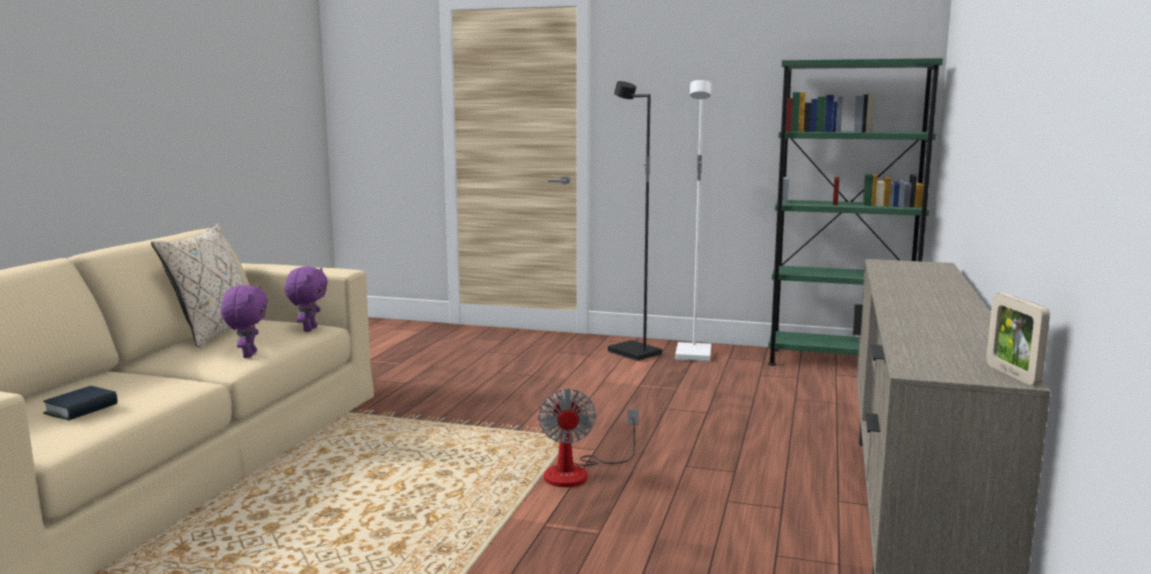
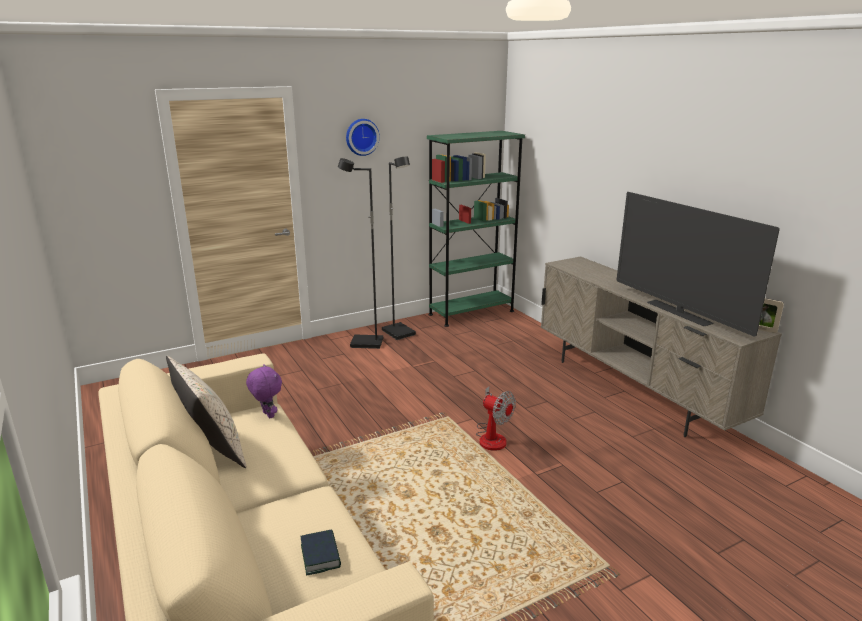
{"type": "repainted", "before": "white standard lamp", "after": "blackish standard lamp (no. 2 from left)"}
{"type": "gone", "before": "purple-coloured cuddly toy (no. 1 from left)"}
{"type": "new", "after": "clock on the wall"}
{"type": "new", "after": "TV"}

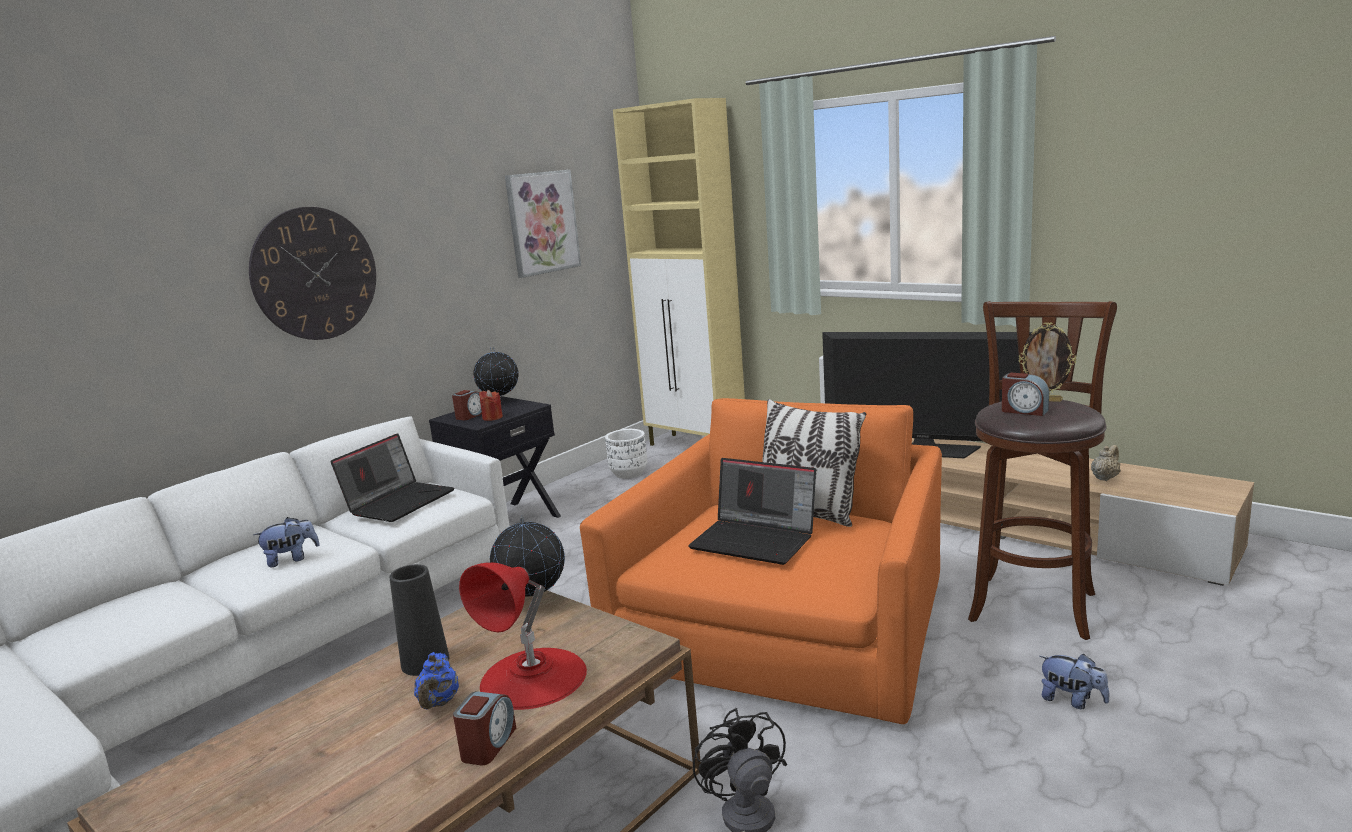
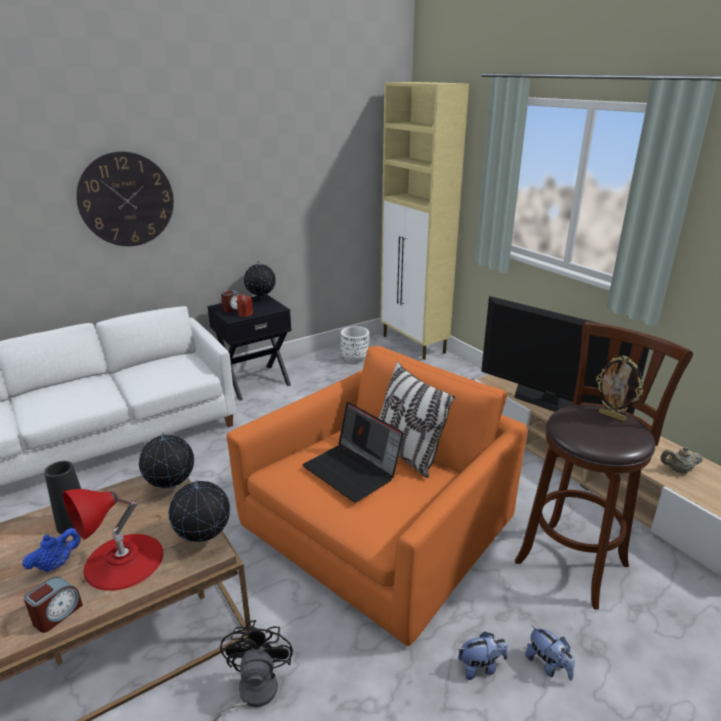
{"type": "gone", "before": "wall picture"}
{"type": "gone", "before": "table clock (no. 3 from left)"}
{"type": "gone", "before": "notebook computer (no. 1 from left)"}
{"type": "rotated", "before": "beige-coloured pot for tea", "turn": -150}
{"type": "shifted", "before": "cuddly toy (no. 1 from left)"}
{"type": "rotated", "before": "bluish pot for tea", "turn": -150}
{"type": "new", "after": "globe (no. 2 from left)"}

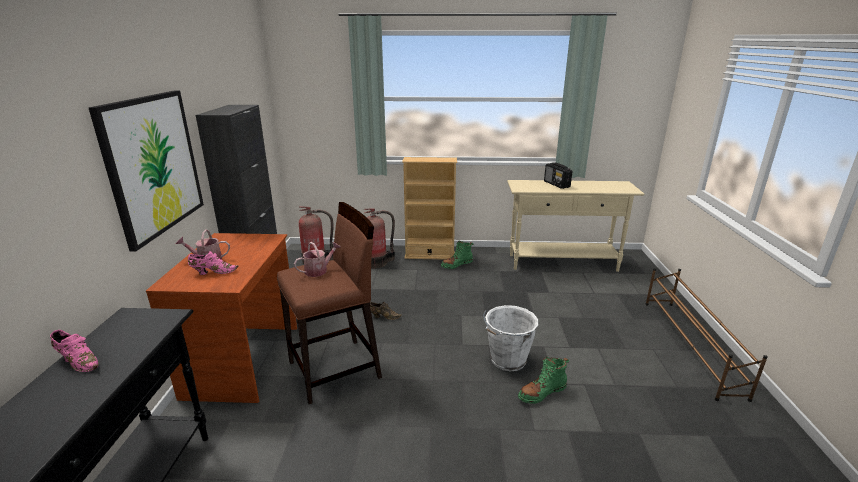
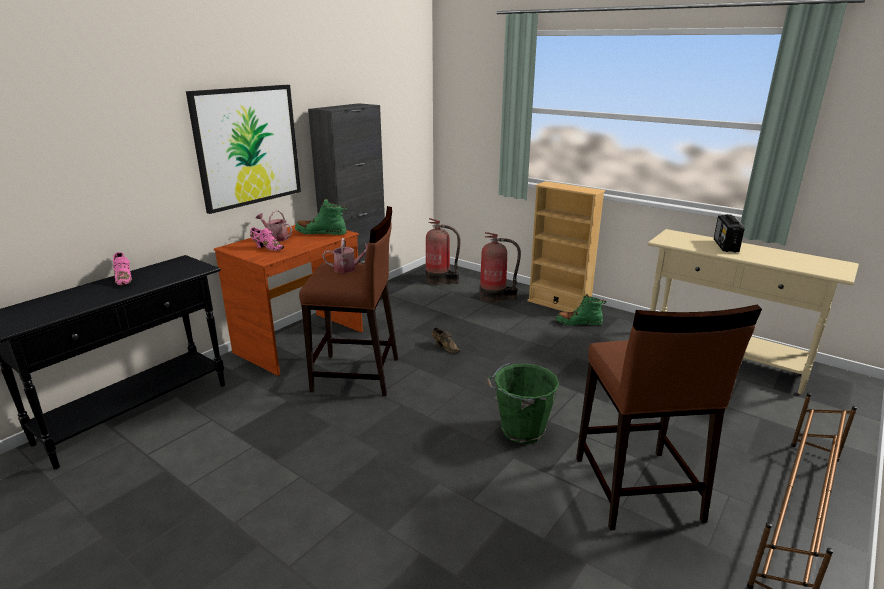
{"type": "repainted", "before": "white pail", "after": "green-coloured pail"}
{"type": "shifted", "before": "green-coloured high-top boot (no. 2 from left in the first image)", "after": "green-coloured high-top boot (no. 1 from left)"}
{"type": "new", "after": "brown-coloured stool seat (no. 2 from left)"}

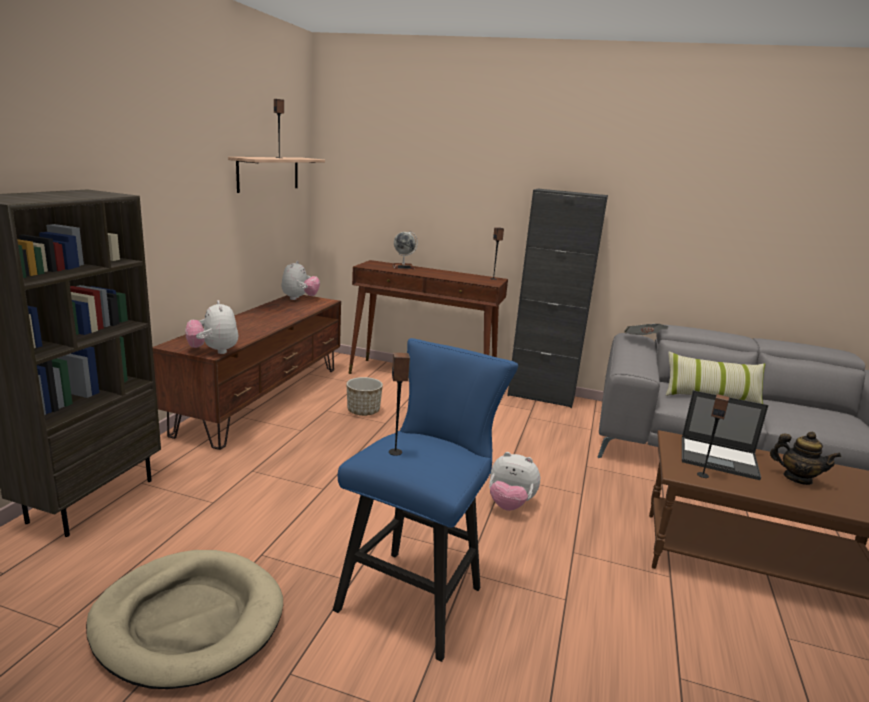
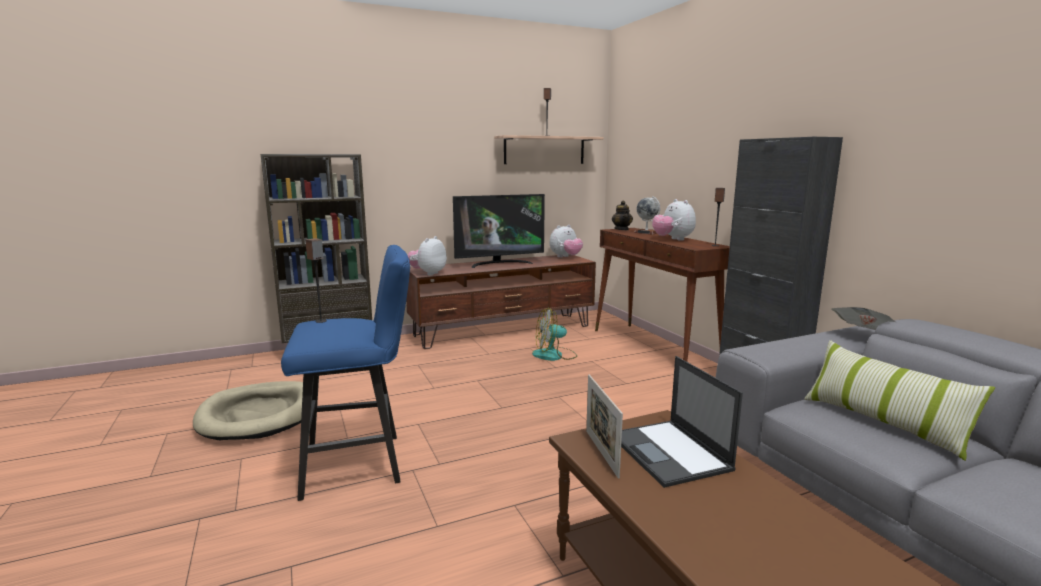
{"type": "swapped", "before": "planter", "after": "electric fan"}
{"type": "swapped", "before": "loudspeaker (no. 4 from left)", "after": "photo frame"}
{"type": "shifted", "before": "pot for tea"}
{"type": "shifted", "before": "cuddly toy (no. 3 from left)"}
{"type": "new", "after": "TV"}

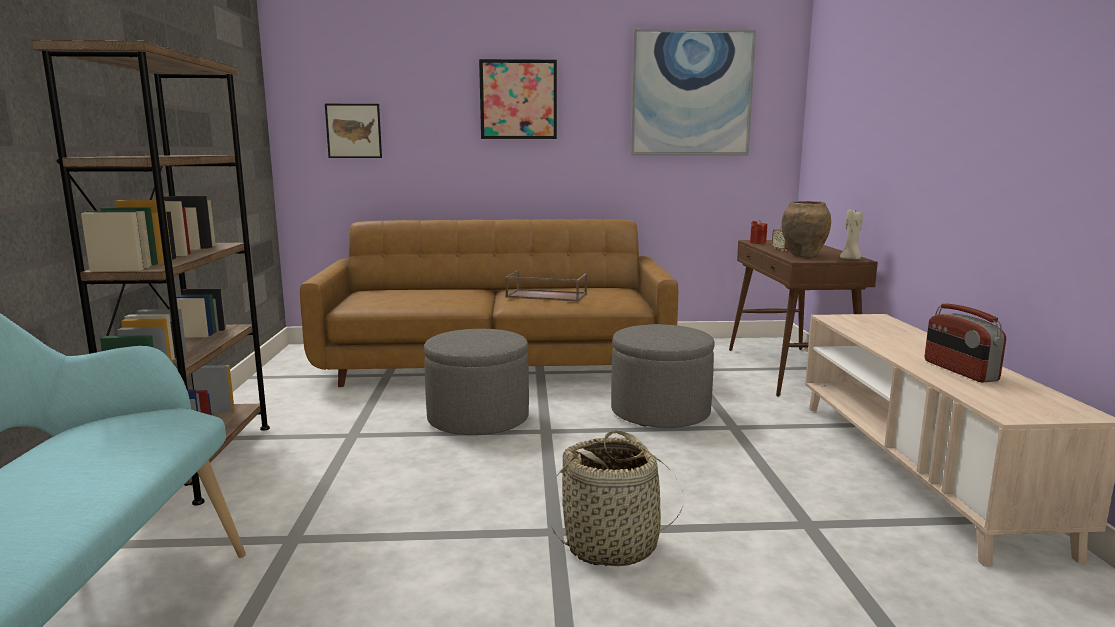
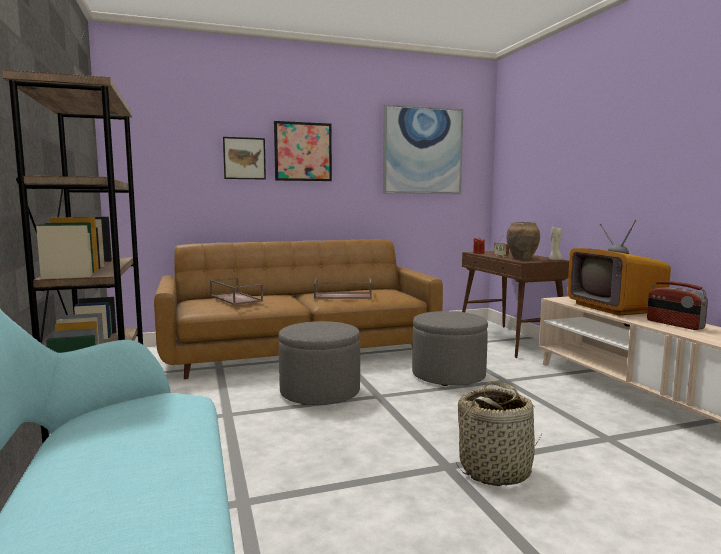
{"type": "shifted", "before": "wall picture (no. 1 from left)"}
{"type": "new", "after": "TV"}
{"type": "new", "after": "brown-coloured serving tray (no. 1 from left)"}

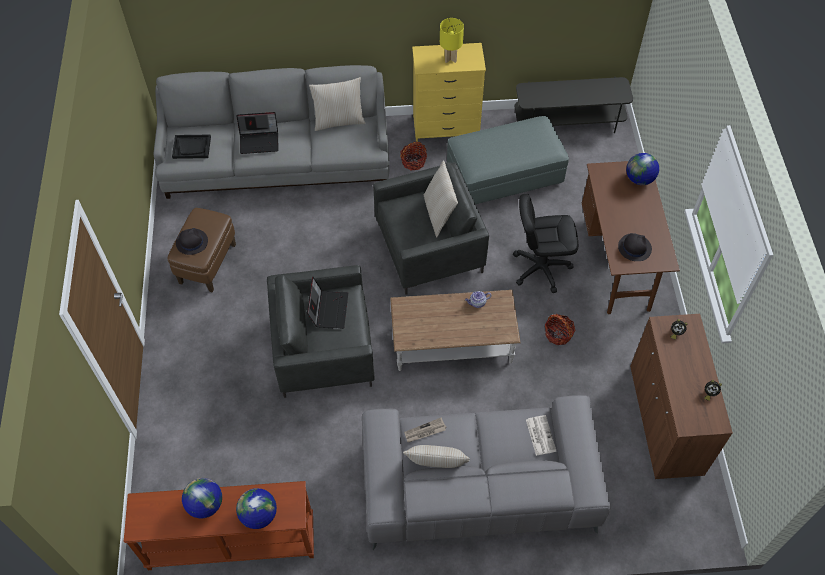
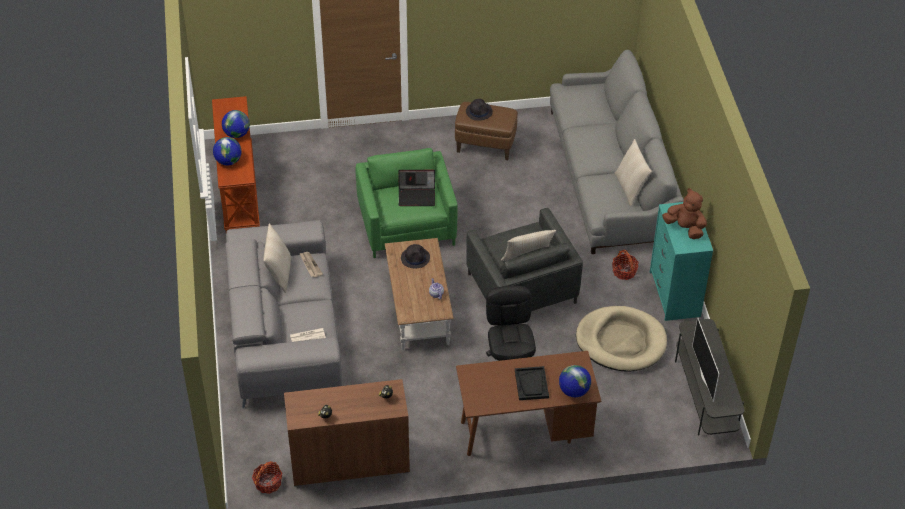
{"type": "swapped", "before": "yellow-coloured table lamp", "after": "brown-coloured cuddly toy"}
{"type": "repainted", "before": "yellow-coloured chest of drawers", "after": "blue-green chest of drawers"}
{"type": "gone", "before": "notebook computer (no. 1 from left)"}
{"type": "swapped", "before": "grey pouffe", "after": "beige-coloured dog cushion"}
{"type": "shifted", "before": "blackish serving tray"}
{"type": "shifted", "before": "blackish wearable hat (no. 2 from left in the first image)", "after": "blackish wearable hat (no. 1 from left)"}
{"type": "repainted", "before": "grey armchair (no. 1 from left)", "after": "green-coloured armchair"}
{"type": "shifted", "before": "storage basket (no. 2 from left in the first image)", "after": "storage basket (no. 1 from left)"}
{"type": "new", "after": "TV"}

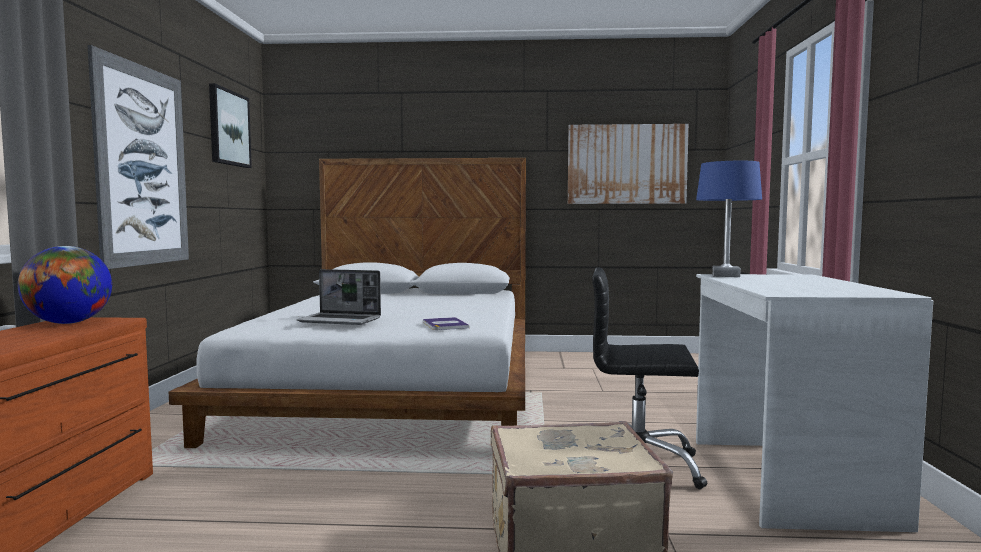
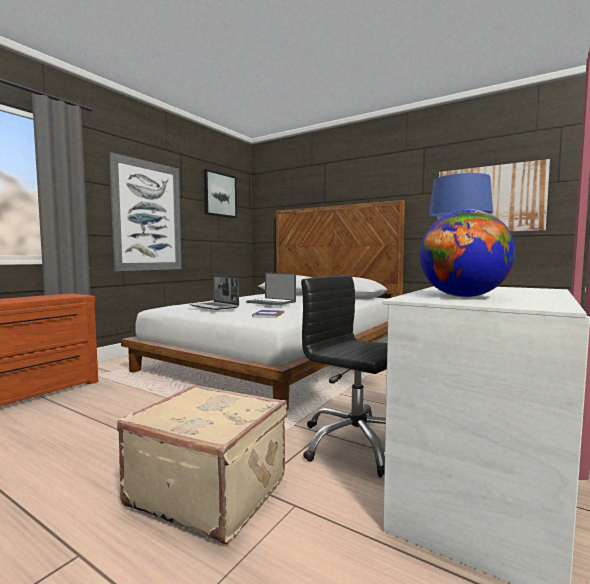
{"type": "shifted", "before": "globe"}
{"type": "new", "after": "notebook computer (no. 2 from left)"}

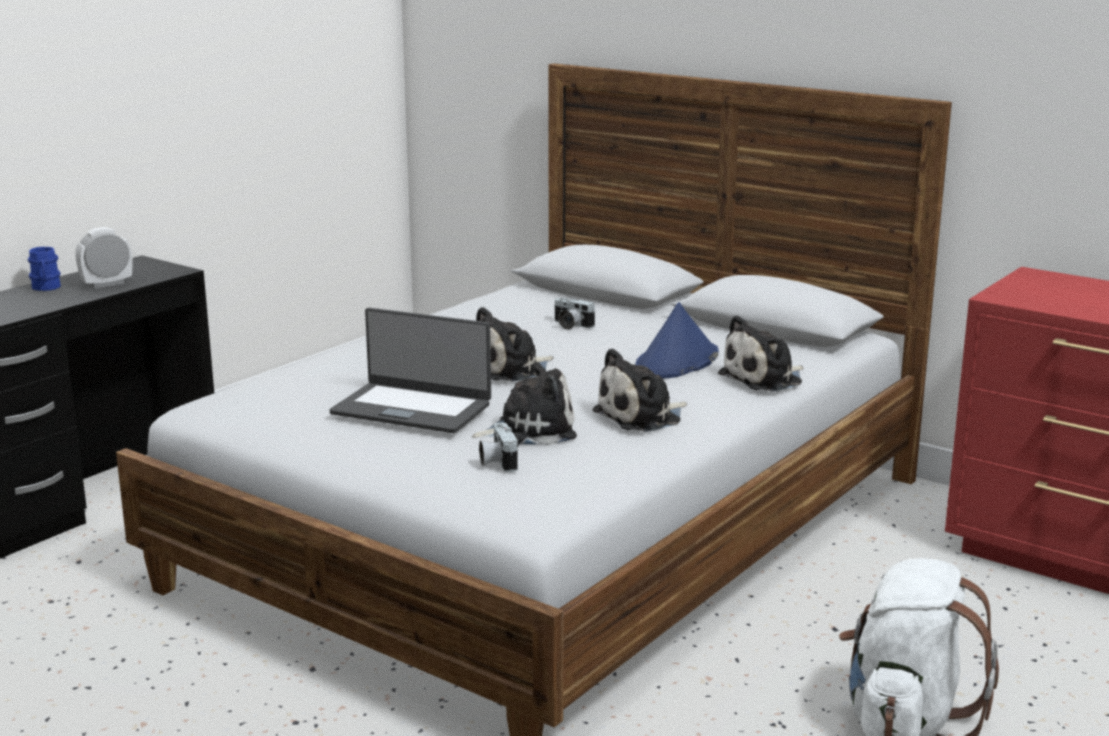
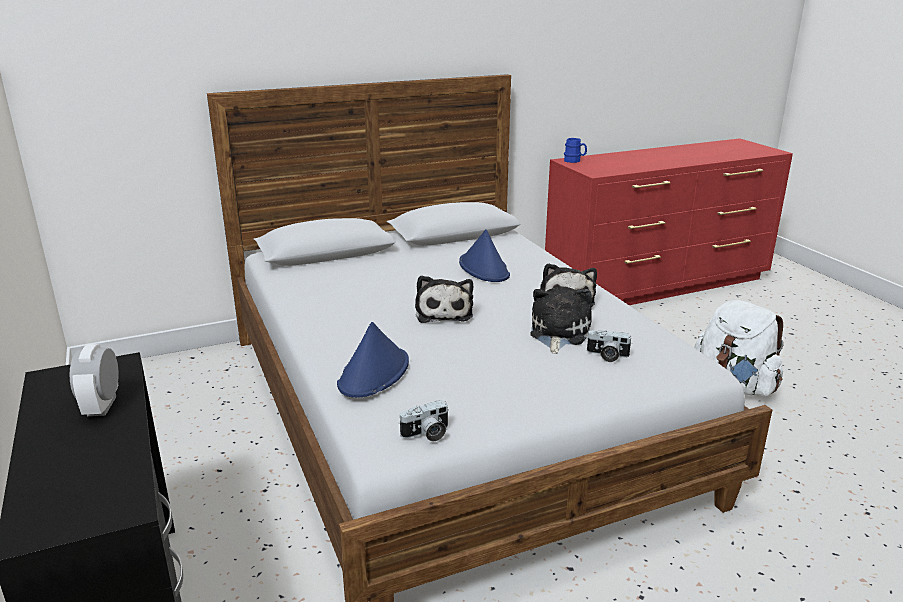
{"type": "shifted", "before": "bluish tea mug"}
{"type": "shifted", "before": "photo camera (no. 2 from left in the first image)", "after": "photo camera (no. 1 from left)"}
{"type": "gone", "before": "notebook computer"}
{"type": "gone", "before": "cuddly toy (no. 4 from left)"}
{"type": "new", "after": "bluish wearable hat (no. 1 from left)"}

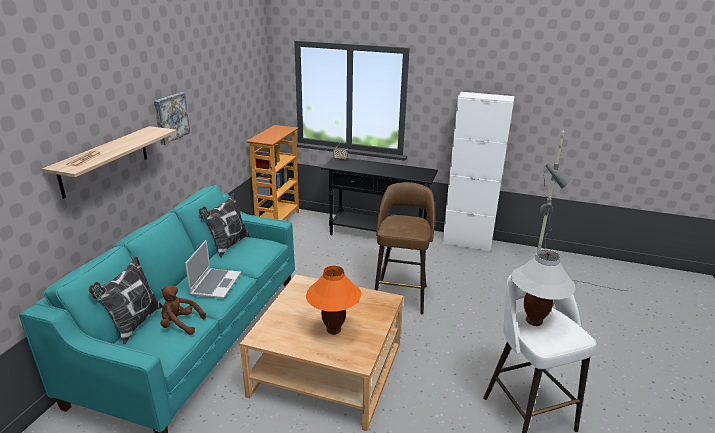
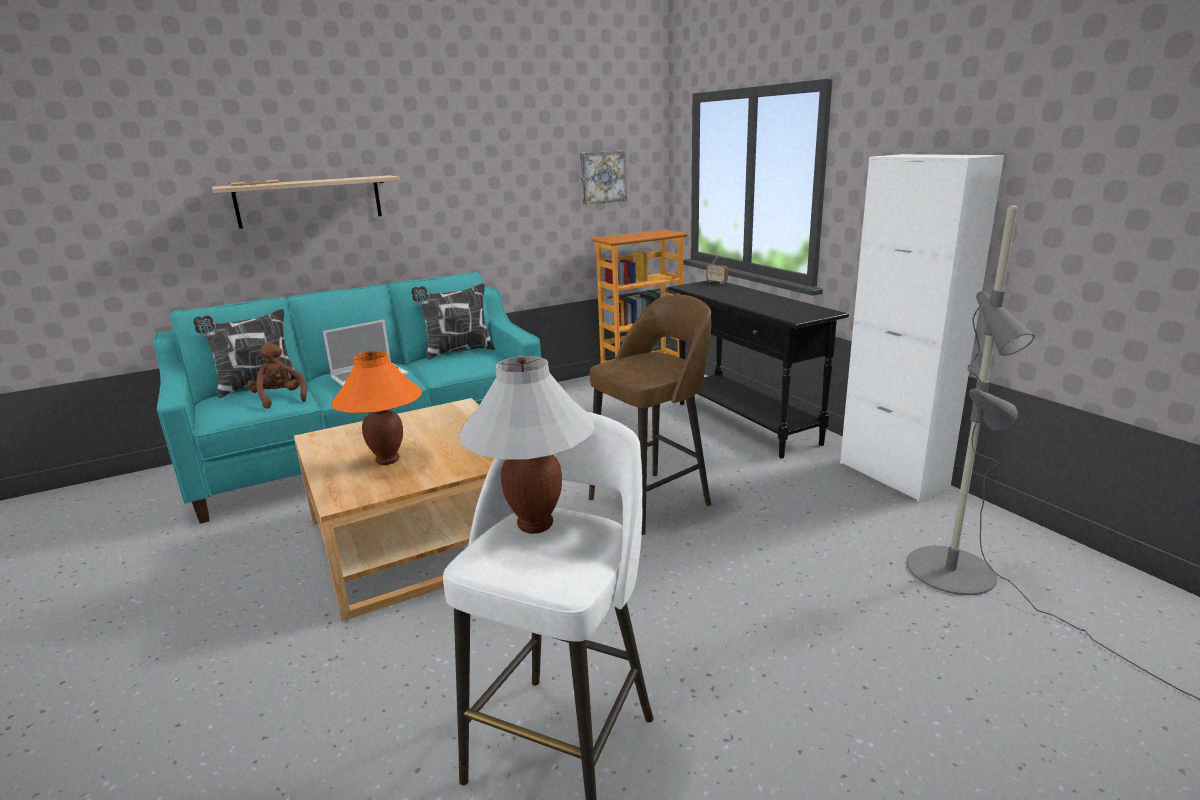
{"type": "shifted", "before": "wall picture"}

